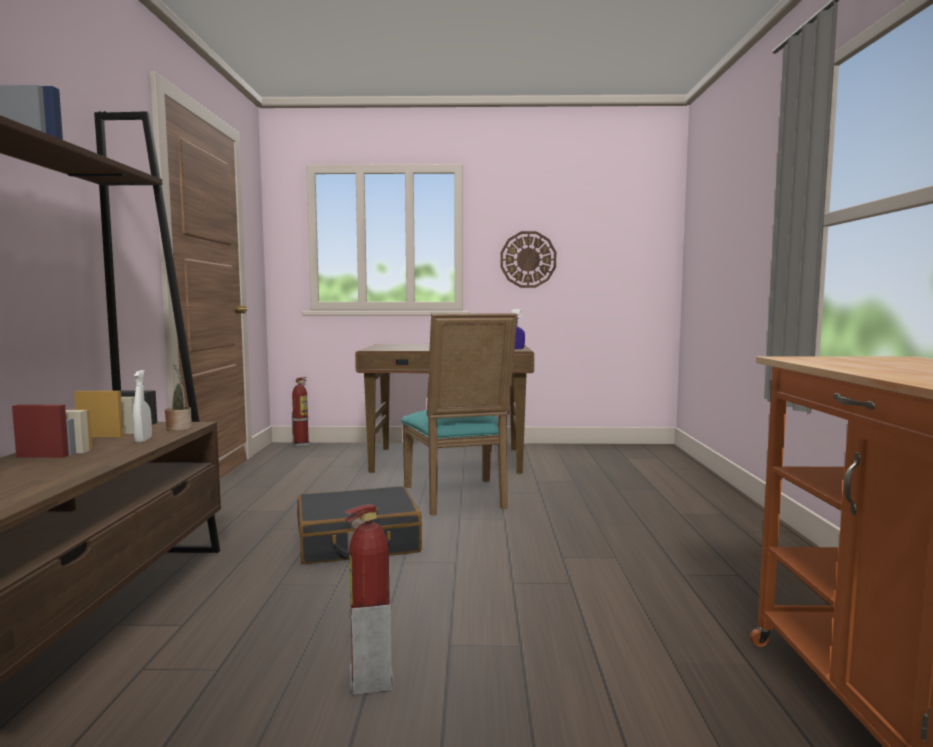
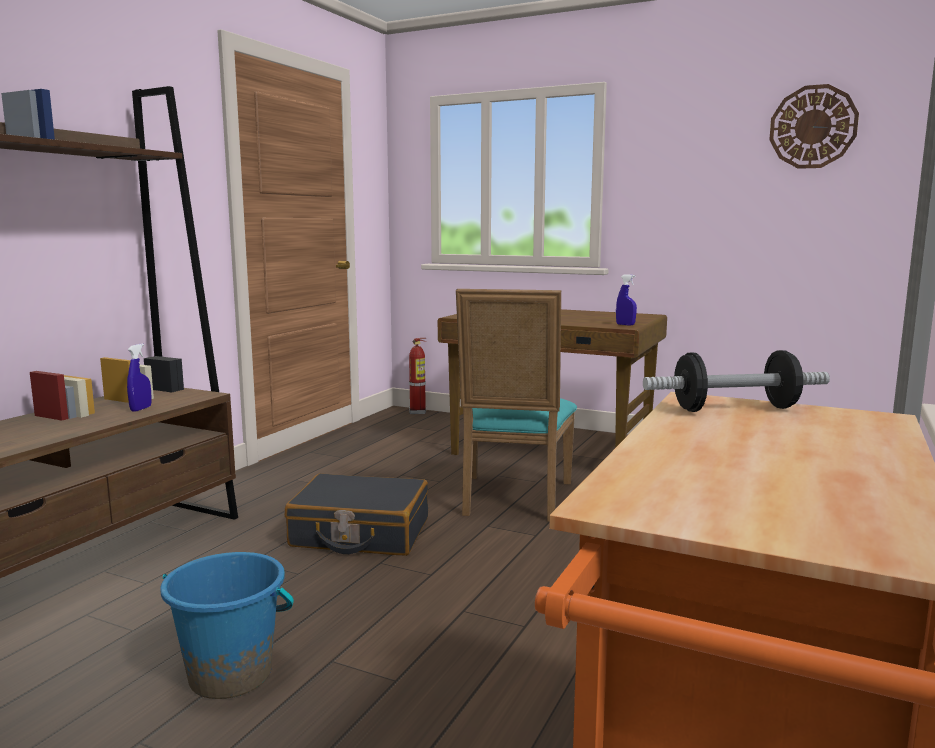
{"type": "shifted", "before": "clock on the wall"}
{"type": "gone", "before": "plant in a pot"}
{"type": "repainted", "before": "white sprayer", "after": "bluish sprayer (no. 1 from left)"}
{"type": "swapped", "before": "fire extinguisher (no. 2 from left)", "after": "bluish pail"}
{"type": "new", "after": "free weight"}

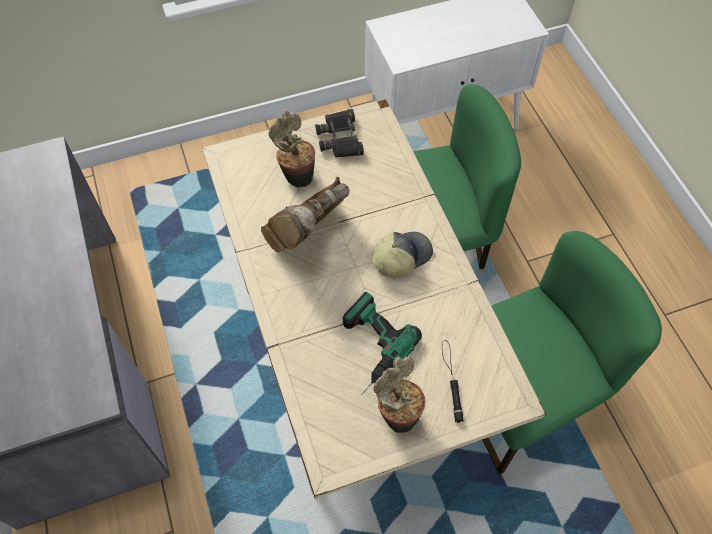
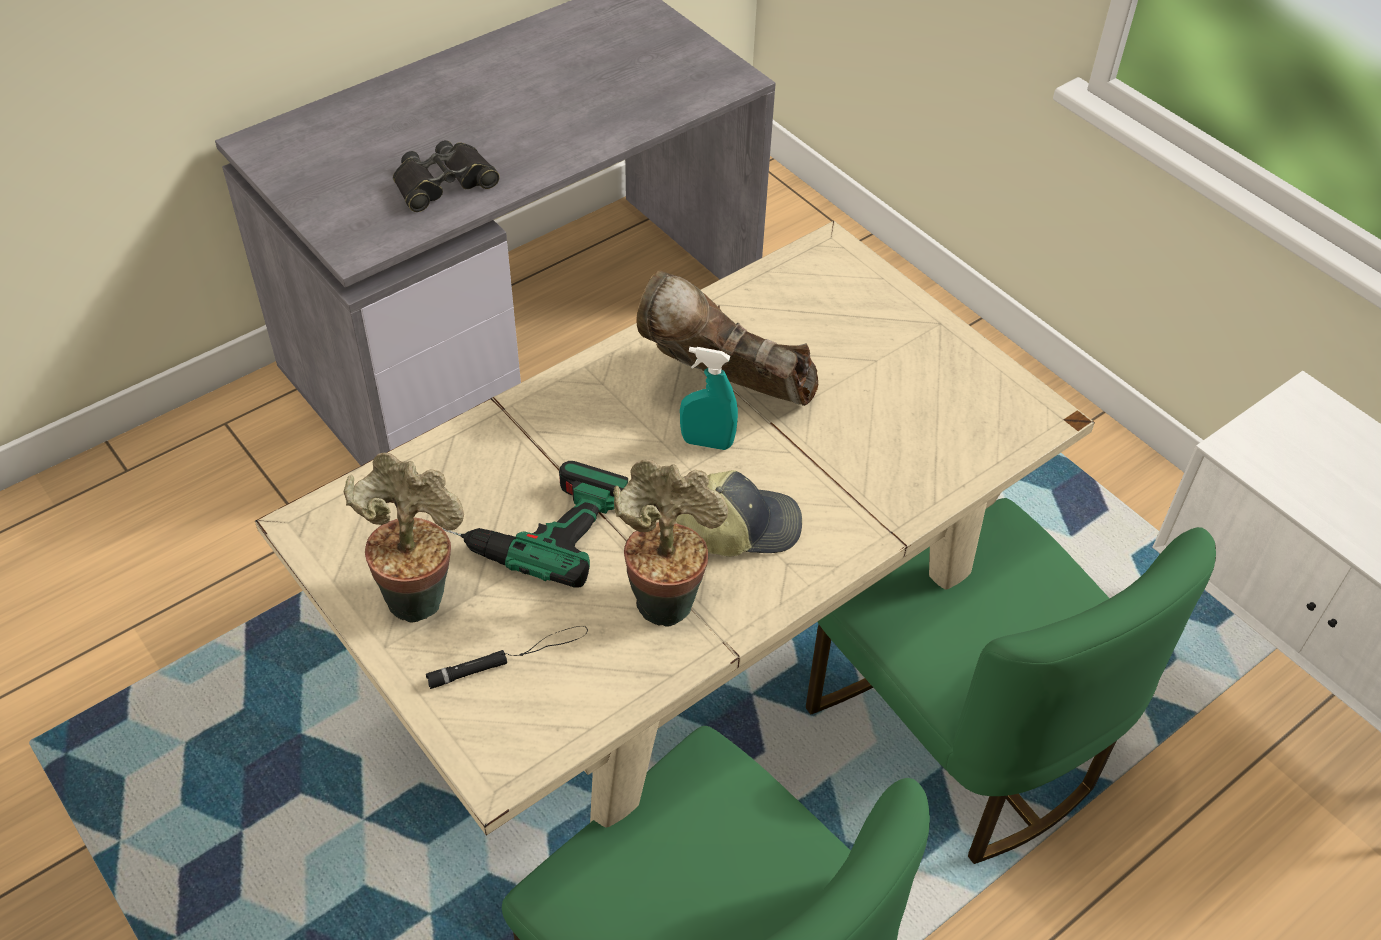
{"type": "shifted", "before": "blackish field glasses"}
{"type": "shifted", "before": "plant in a pot (no. 1 from left in the first image)", "after": "plant in a pot (no. 2 from left)"}
{"type": "rotated", "before": "peaked cap", "turn": -45}
{"type": "new", "after": "blue-green sprayer"}

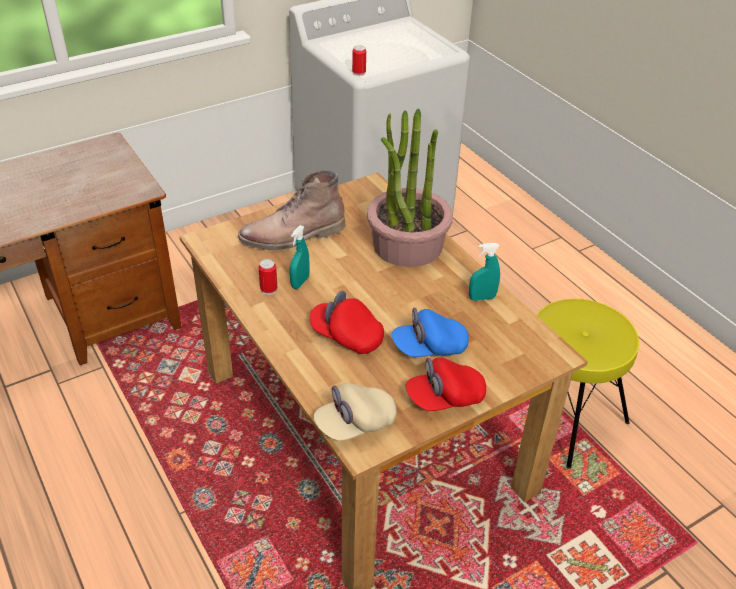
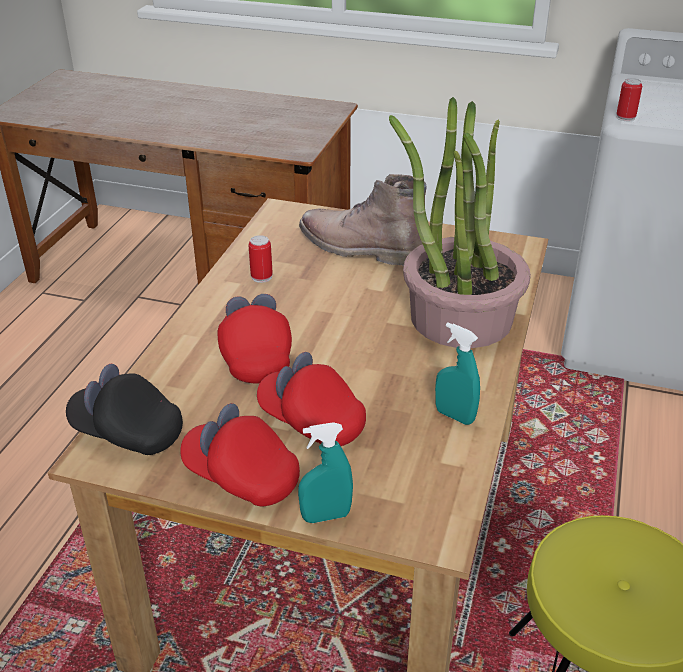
{"type": "shifted", "before": "blue-green sprayer (no. 1 from left)"}
{"type": "repainted", "before": "bluish peaked cap", "after": "red peaked cap (no. 3 from left)"}
{"type": "repainted", "before": "beige-coloured peaked cap", "after": "blackish peaked cap"}

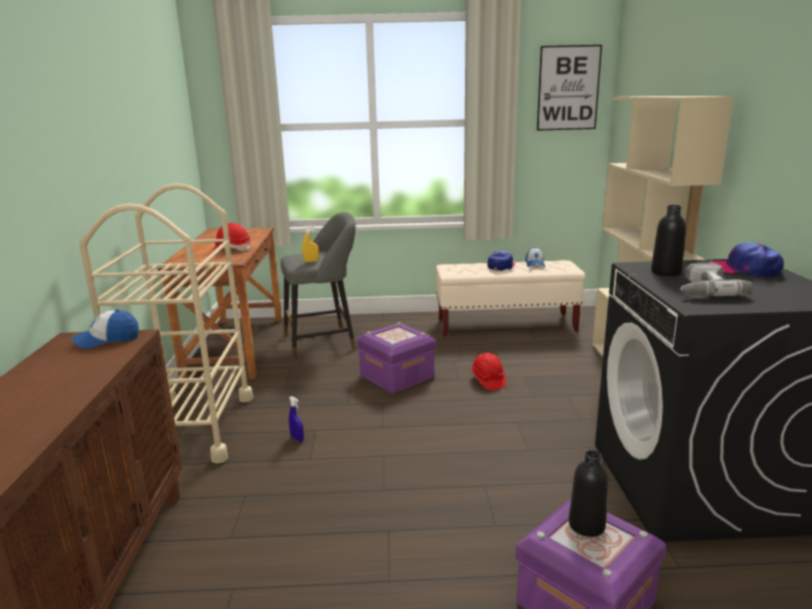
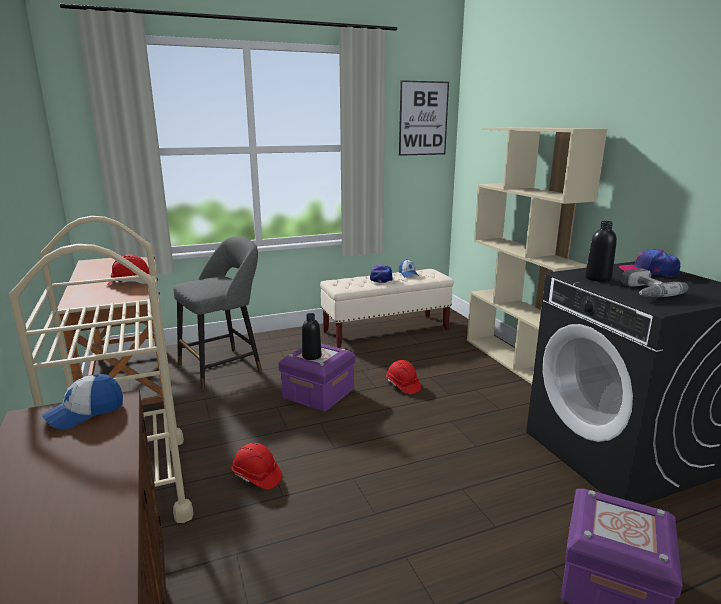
{"type": "gone", "before": "yellow-coloured sprayer"}
{"type": "swapped", "before": "bluish sprayer", "after": "red safety helmet (no. 2 from left)"}
{"type": "shifted", "before": "blackish bottle (no. 1 from left)"}

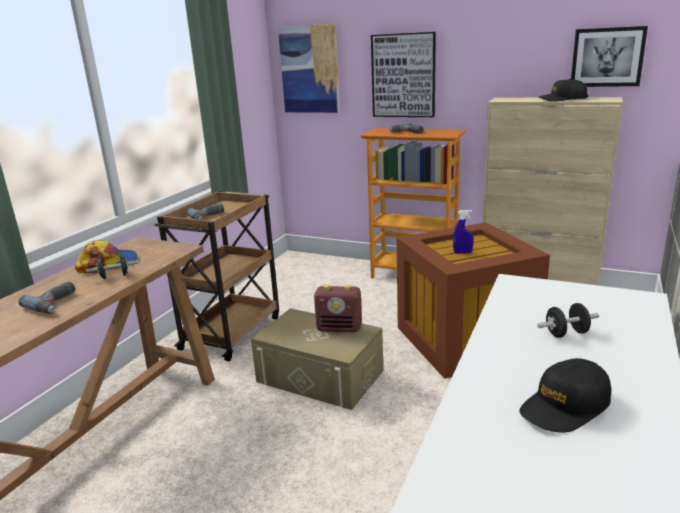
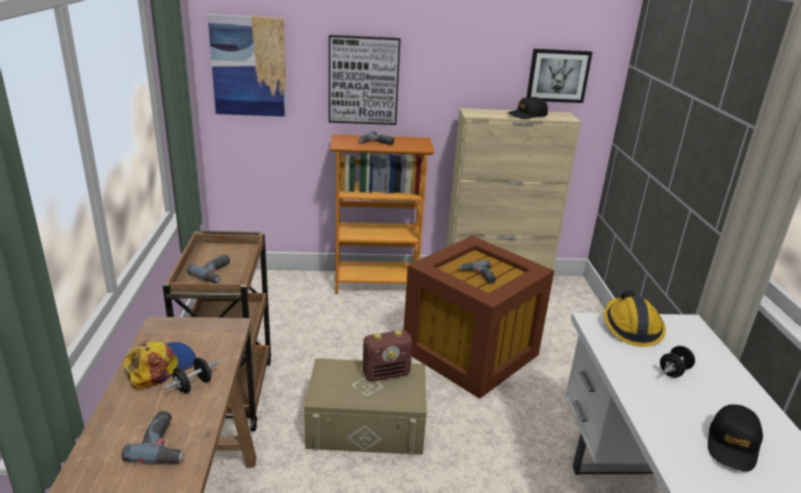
{"type": "swapped", "before": "bluish sprayer", "after": "power drill (no. 4 from left)"}
{"type": "new", "after": "safety helmet"}

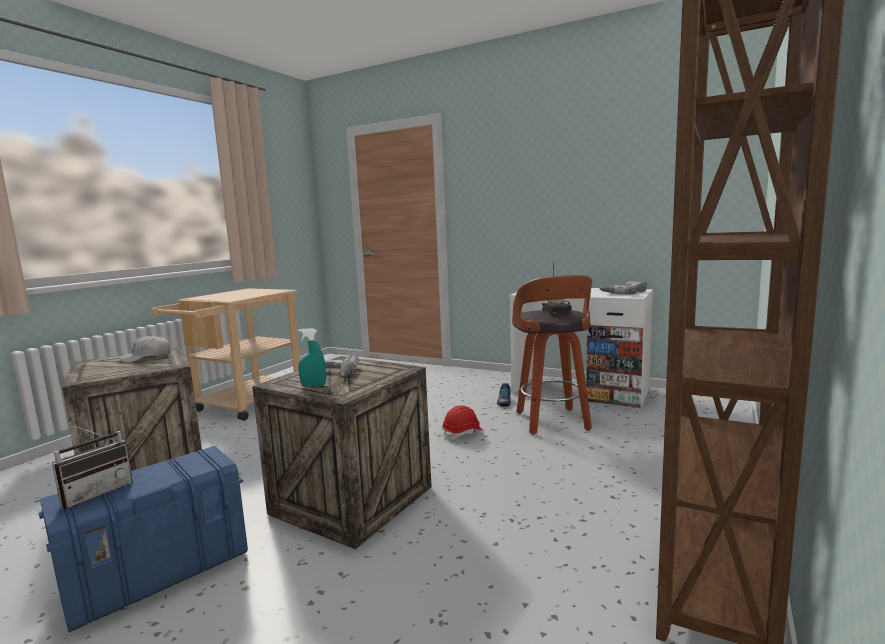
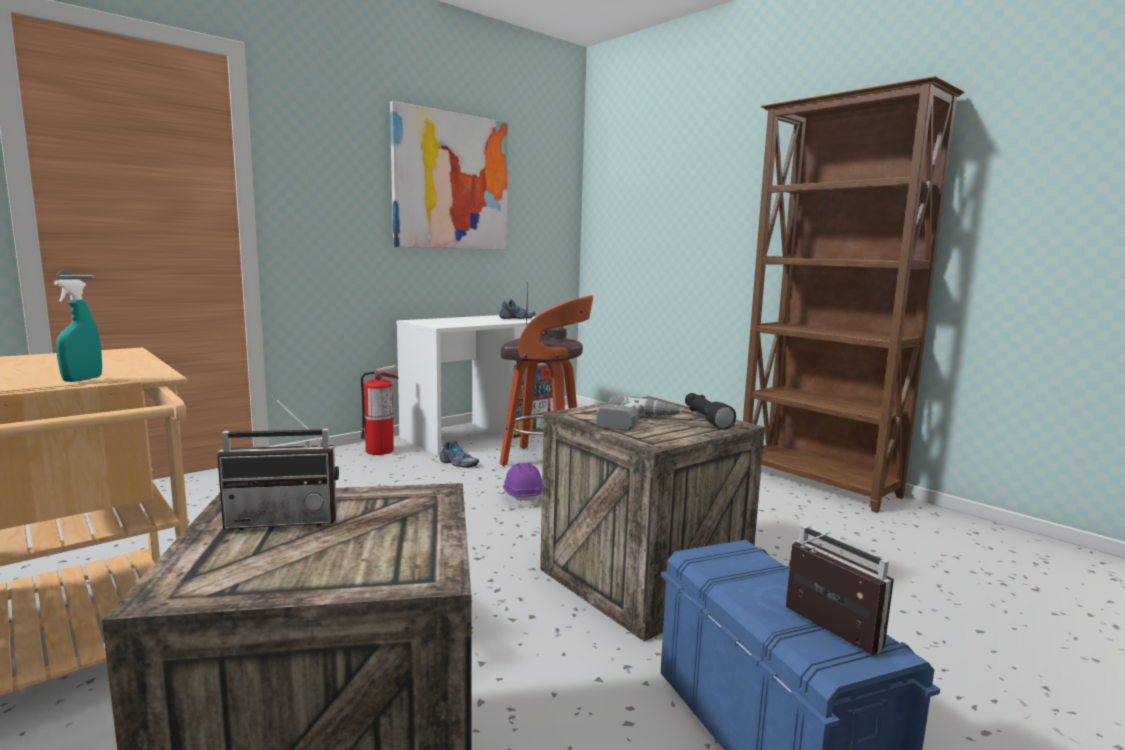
{"type": "swapped", "before": "power drill (no. 2 from left)", "after": "item of footwear (no. 2 from left)"}
{"type": "shifted", "before": "blue-green sprayer"}
{"type": "swapped", "before": "white peaked cap", "after": "radio set (no. 1 from left)"}
{"type": "repainted", "before": "red safety helmet", "after": "purple-coloured safety helmet"}
{"type": "new", "after": "wall picture"}
{"type": "new", "after": "fire extinguisher"}
{"type": "new", "after": "blackish flashlight"}

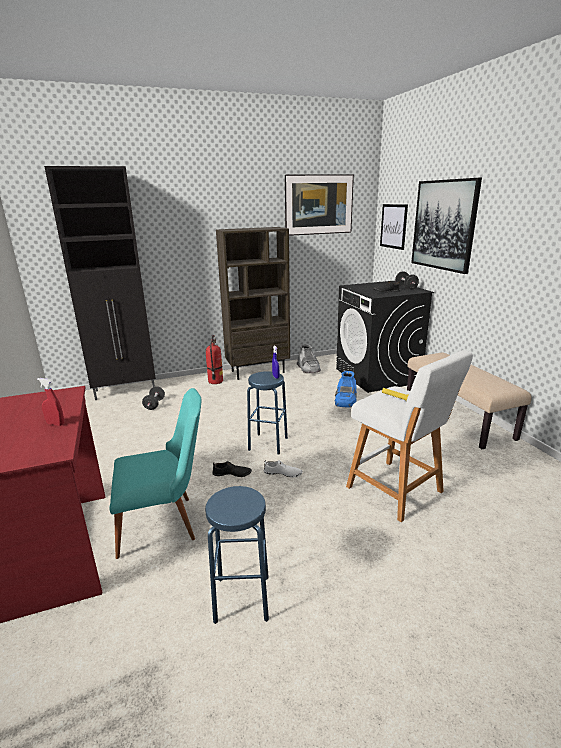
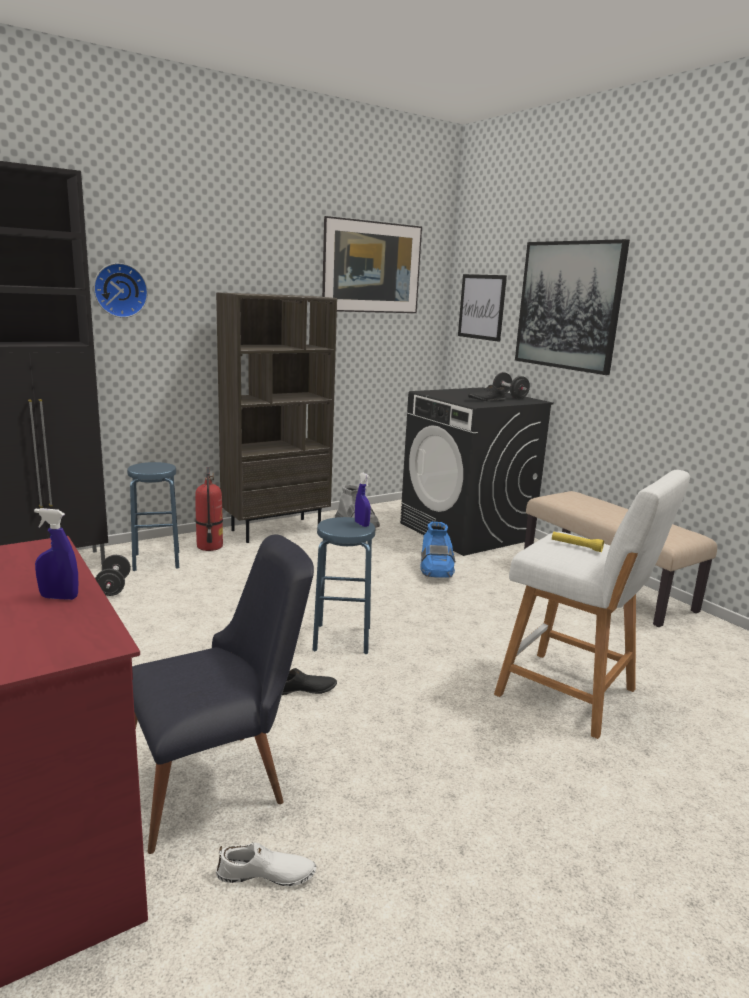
{"type": "repainted", "before": "red sprayer", "after": "bluish sprayer (no. 1 from left)"}
{"type": "repainted", "before": "blue-green upright chair", "after": "blackish upright chair"}
{"type": "shifted", "before": "white item of footwear"}
{"type": "shifted", "before": "bluish stool seat (no. 1 from left)"}
{"type": "new", "after": "clock on the wall"}

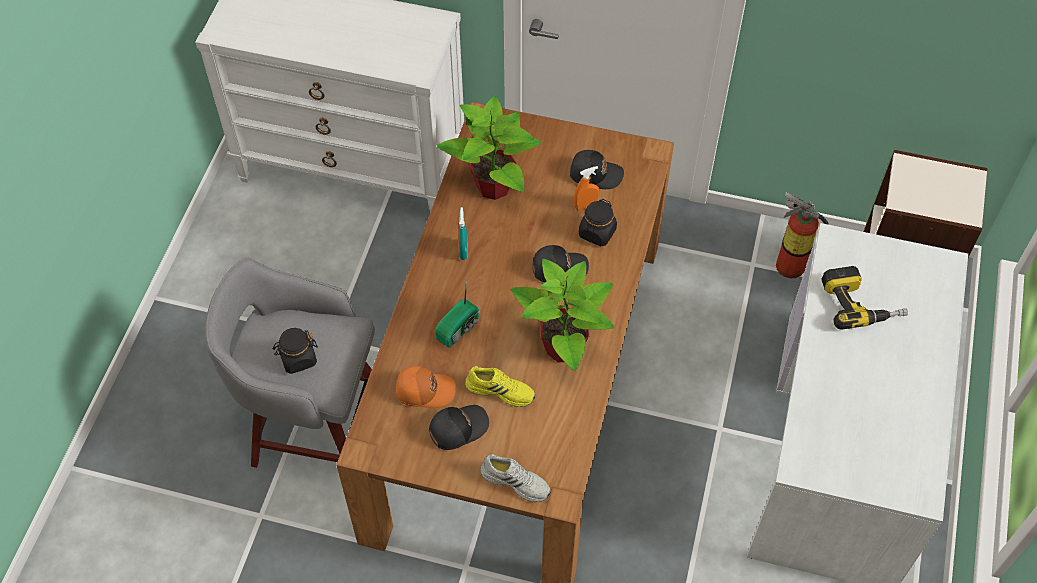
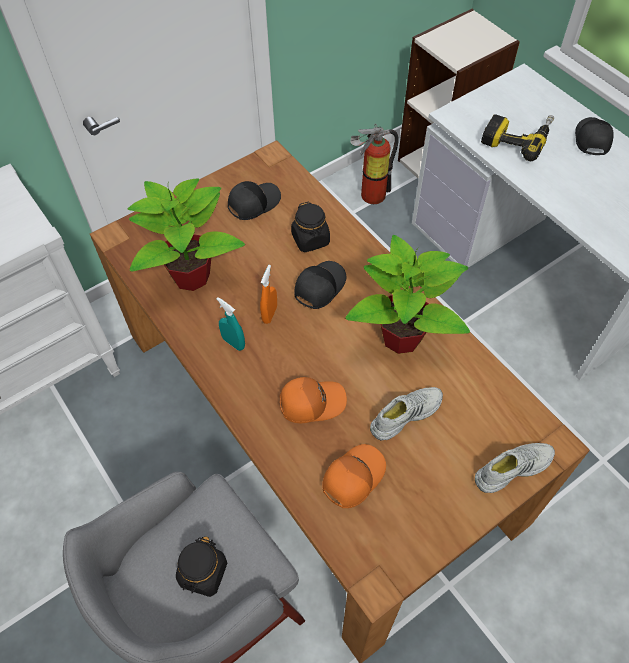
{"type": "shifted", "before": "orangey sprayer"}
{"type": "swapped", "before": "radio set", "after": "orangey peaked cap (no. 1 from left)"}
{"type": "repainted", "before": "yellow-coloured item of footwear", "after": "white item of footwear (no. 1 from left)"}
{"type": "shifted", "before": "blackish peaked cap (no. 1 from left in the first image)", "after": "blackish peaked cap (no. 3 from left)"}

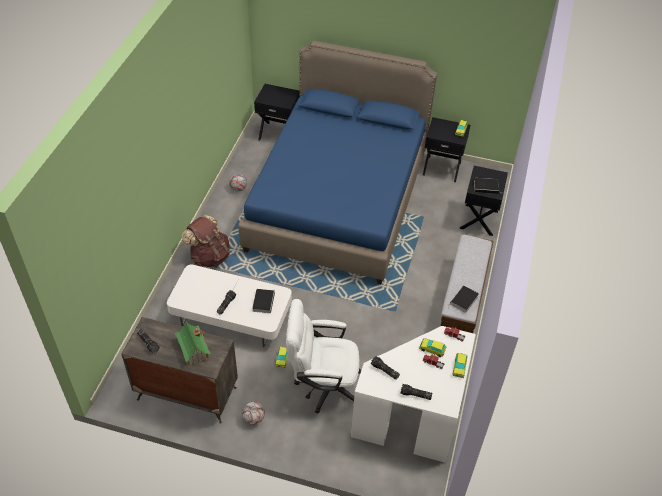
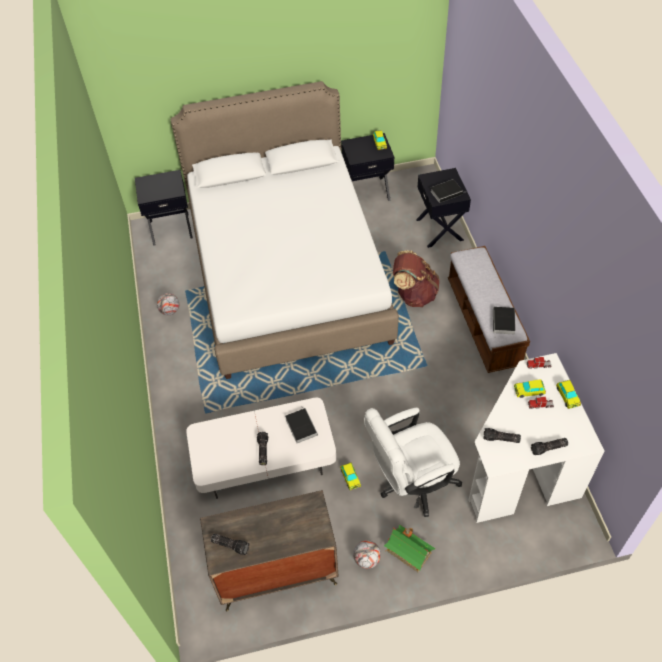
{"type": "repainted", "before": "bluish bed", "after": "white bed"}
{"type": "shifted", "before": "brown-coloured knapsack"}
{"type": "shifted", "before": "miniature house"}

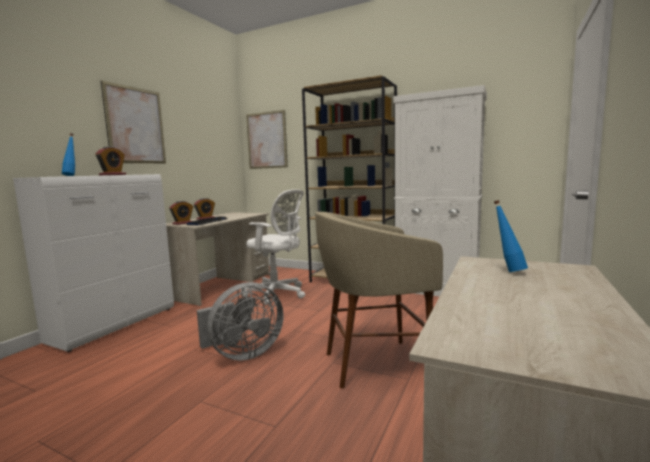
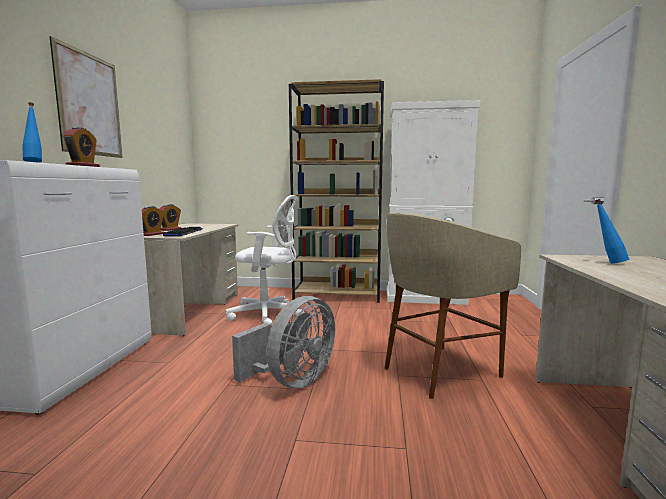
{"type": "gone", "before": "wall picture (no. 2 from left)"}

